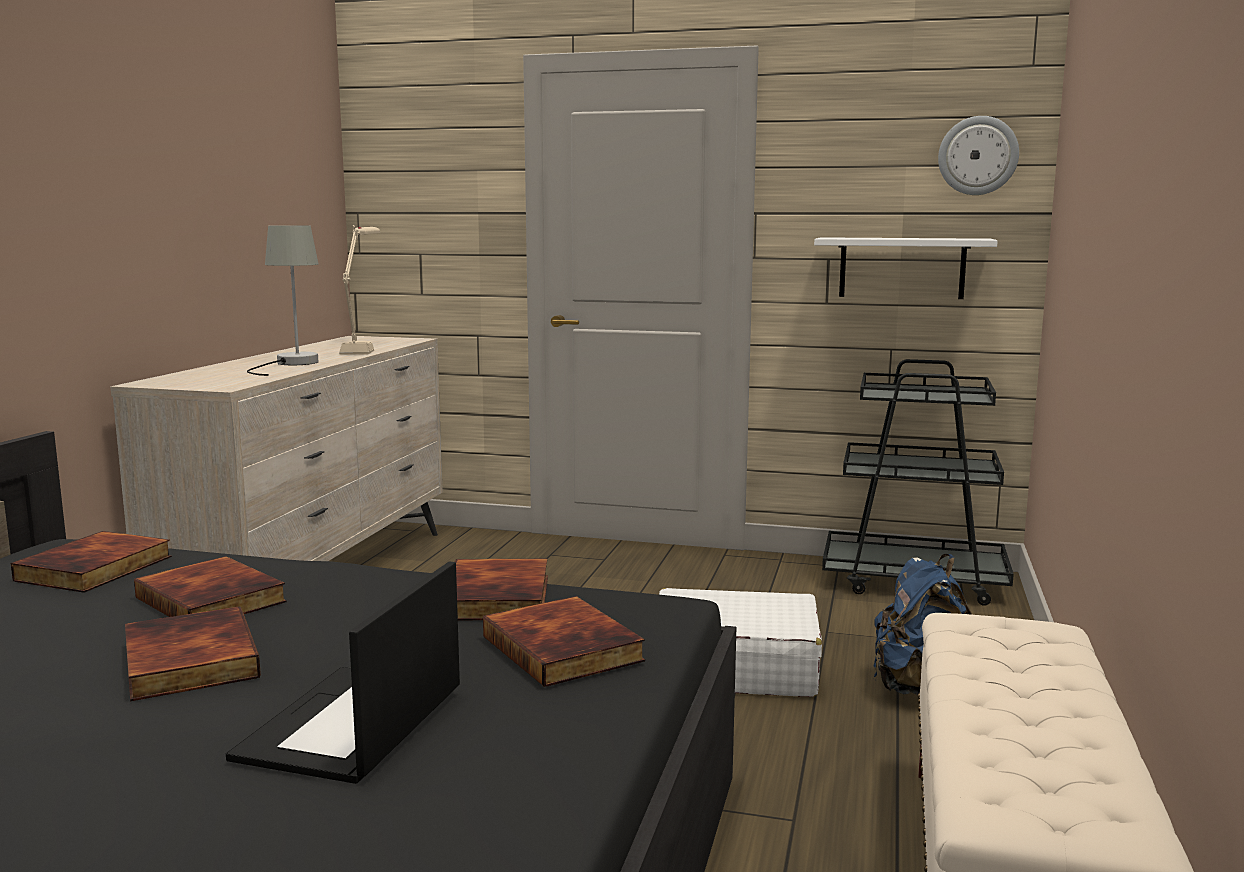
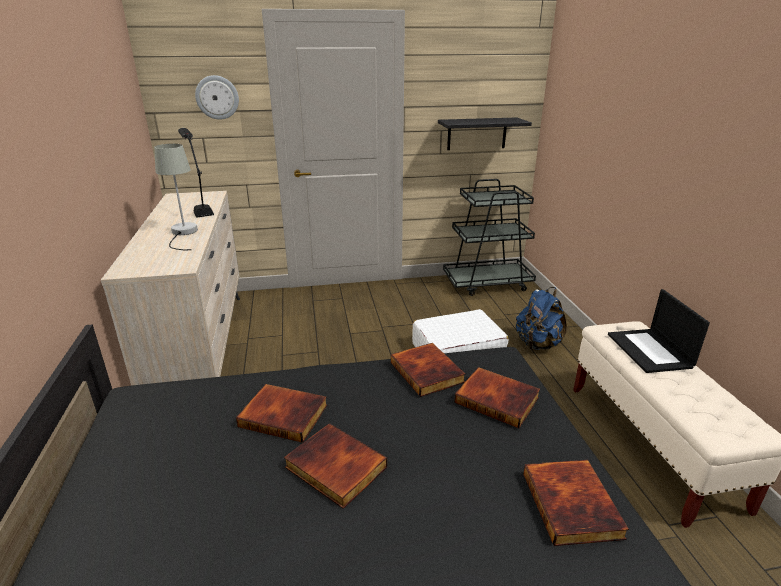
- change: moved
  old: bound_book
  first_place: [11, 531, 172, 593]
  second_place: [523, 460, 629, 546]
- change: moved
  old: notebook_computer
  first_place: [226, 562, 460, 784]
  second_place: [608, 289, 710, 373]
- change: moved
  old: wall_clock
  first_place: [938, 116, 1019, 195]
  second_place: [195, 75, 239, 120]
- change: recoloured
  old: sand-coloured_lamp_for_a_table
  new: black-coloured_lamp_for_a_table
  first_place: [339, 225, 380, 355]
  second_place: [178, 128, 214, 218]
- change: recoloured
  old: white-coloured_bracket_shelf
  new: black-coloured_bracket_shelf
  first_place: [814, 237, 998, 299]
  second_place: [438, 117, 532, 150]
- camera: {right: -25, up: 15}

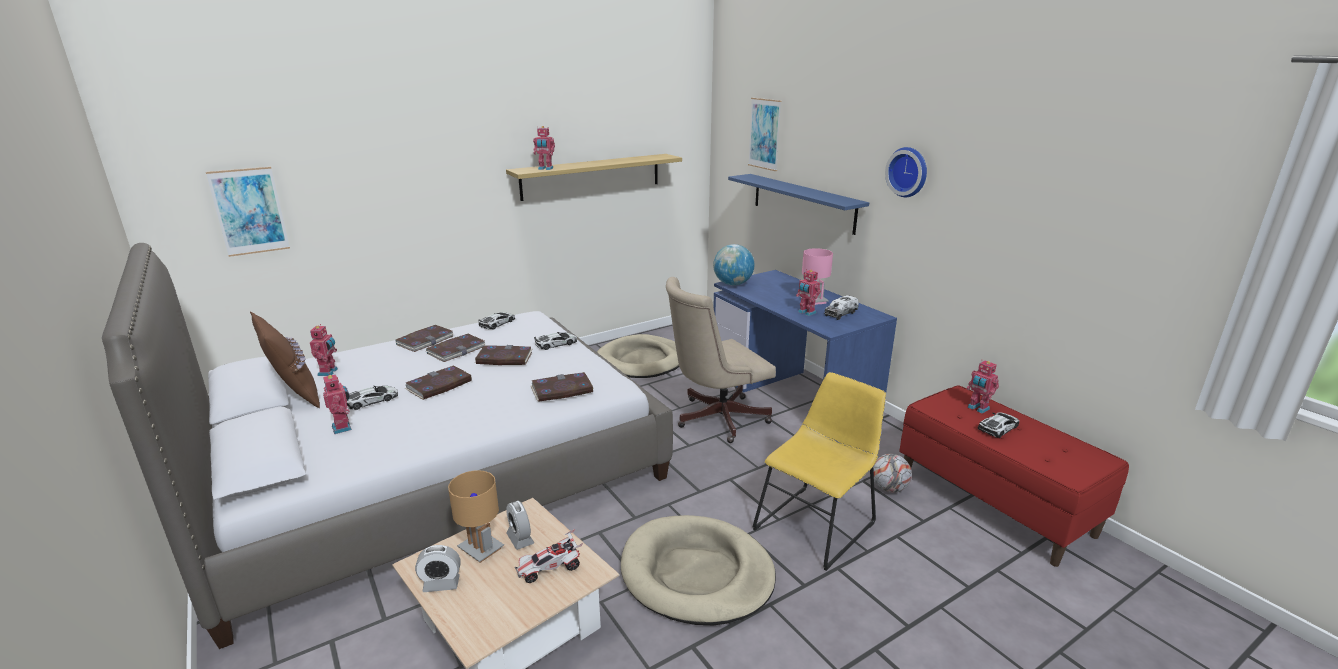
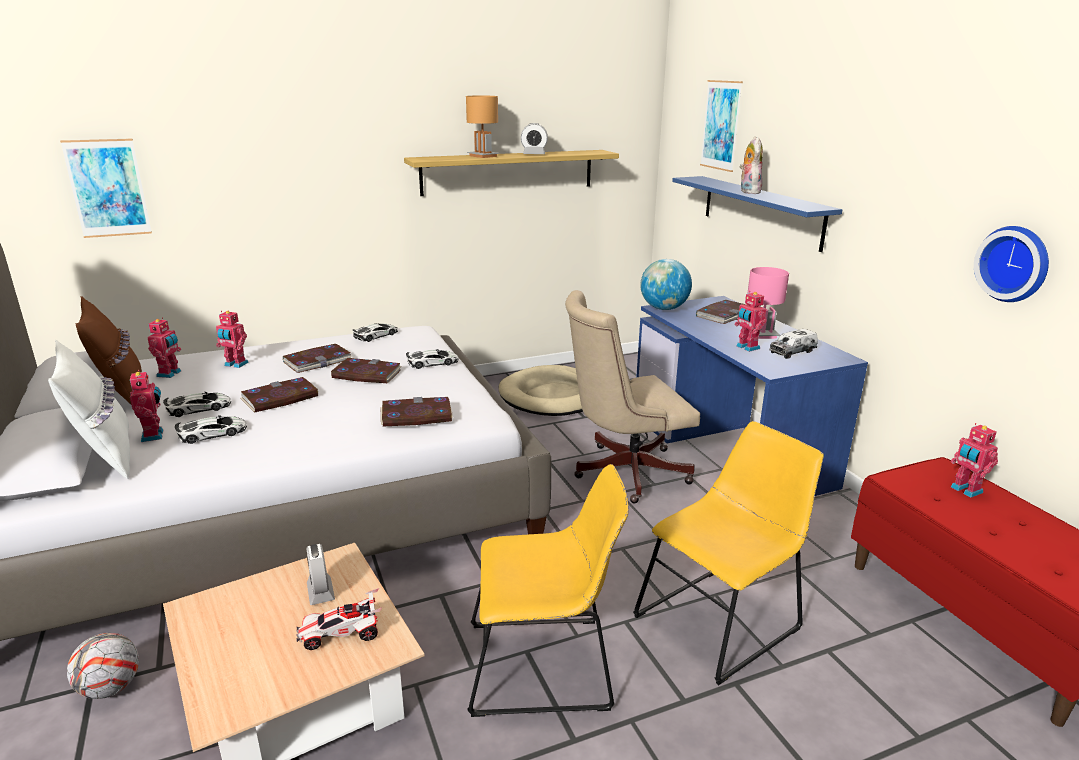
- change: added
  new: white-coloured_throw_pillow
  second_place: [48, 340, 130, 479]
- change: added
  new: cuddly_toy
  second_place: [740, 137, 763, 194]
- change: moved
  old: bound_book
  first_place: [396, 325, 453, 352]
  second_place: [696, 300, 745, 324]
- change: moved
  old: alarm_clock
  first_place: [415, 545, 461, 592]
  second_place: [521, 123, 548, 154]
- change: moved
  old: brown_lamp_for_a_table
  first_place: [448, 470, 504, 563]
  second_place: [466, 96, 499, 158]
- change: moved
  old: robot_figure
  first_place: [533, 126, 555, 170]
  second_place: [216, 311, 249, 368]
- change: moved
  old: ball_for_football
  first_place: [873, 454, 912, 493]
  second_place: [67, 633, 139, 699]
- change: moved
  old: wall_clock
  first_place: [885, 147, 927, 197]
  second_place: [974, 226, 1049, 302]
- change: moved
  old: model_car
  first_place: [978, 412, 1019, 438]
  second_place: [175, 415, 247, 444]
- change: replaced
  old: sand-coloured_dog_cushion
  new: yellow-coloured_upright_chair
  first_place: [621, 515, 776, 625]
  second_place: [467, 464, 628, 717]
- camera: {right: 10, up: 0}

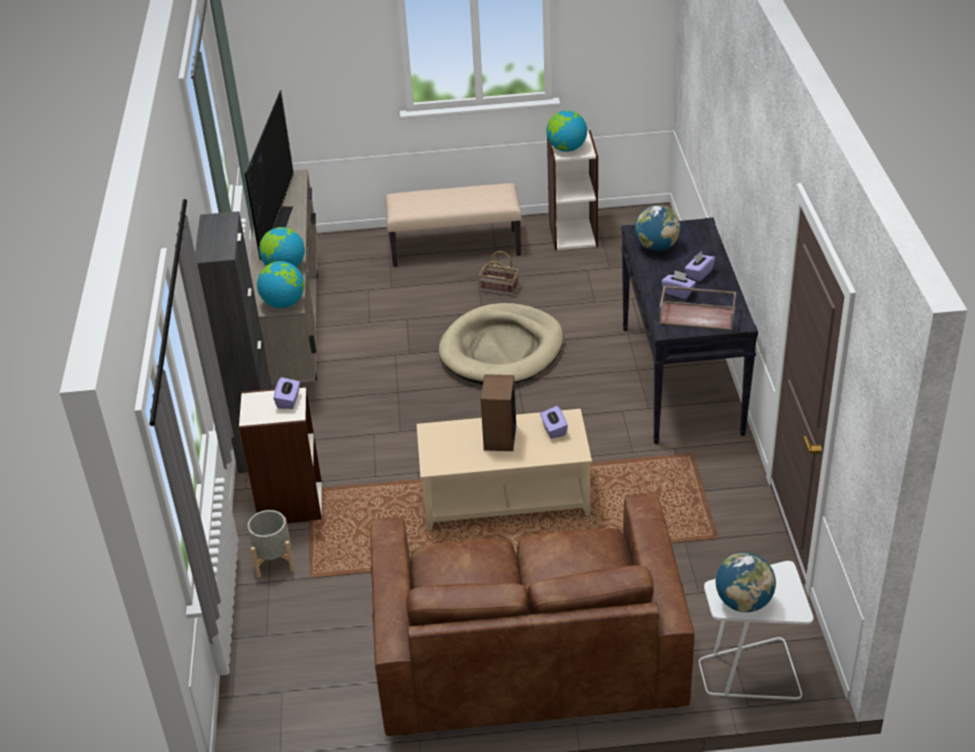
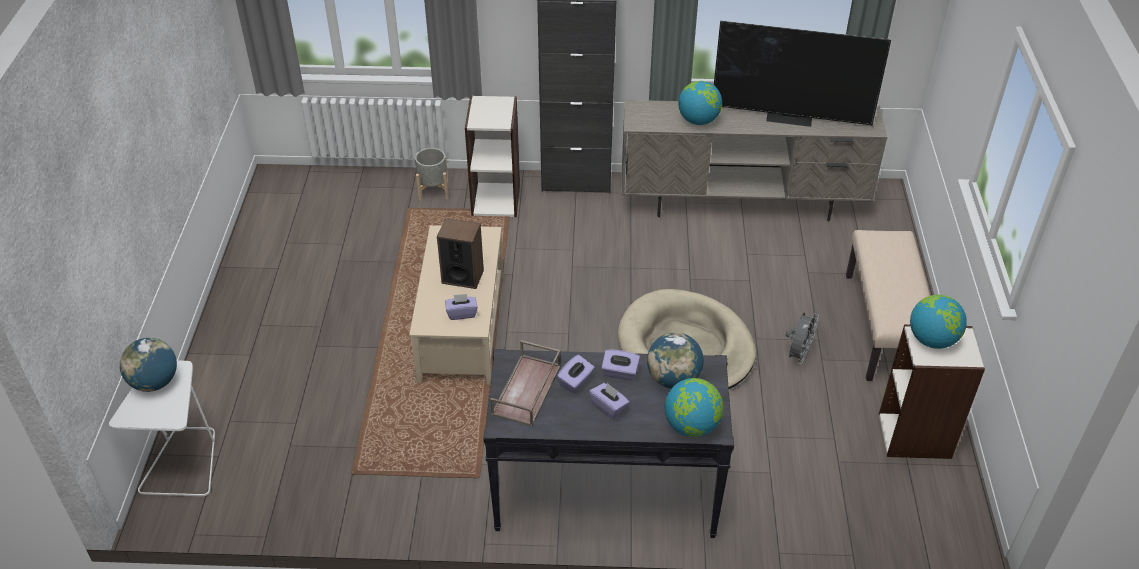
- change: removed
  old: brown_sofa
  first_place: [370, 493, 694, 736]
- change: moved
  old: world_globe
  first_place: [257, 261, 304, 308]
  second_place: [665, 378, 724, 437]
- change: moved
  old: purple-coloured_tissue_box
  first_place: [274, 377, 300, 409]
  second_place: [601, 349, 640, 380]
- change: replaced
  old: basket
  new: greyish_cooling_fan
  first_place: [479, 251, 519, 297]
  second_place: [786, 313, 819, 364]
- camera: {right: 95, up: 5}

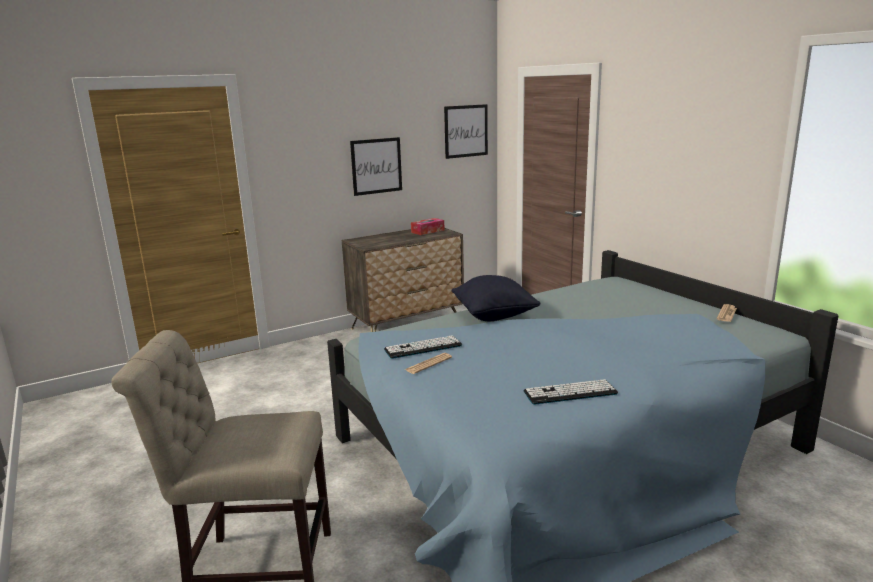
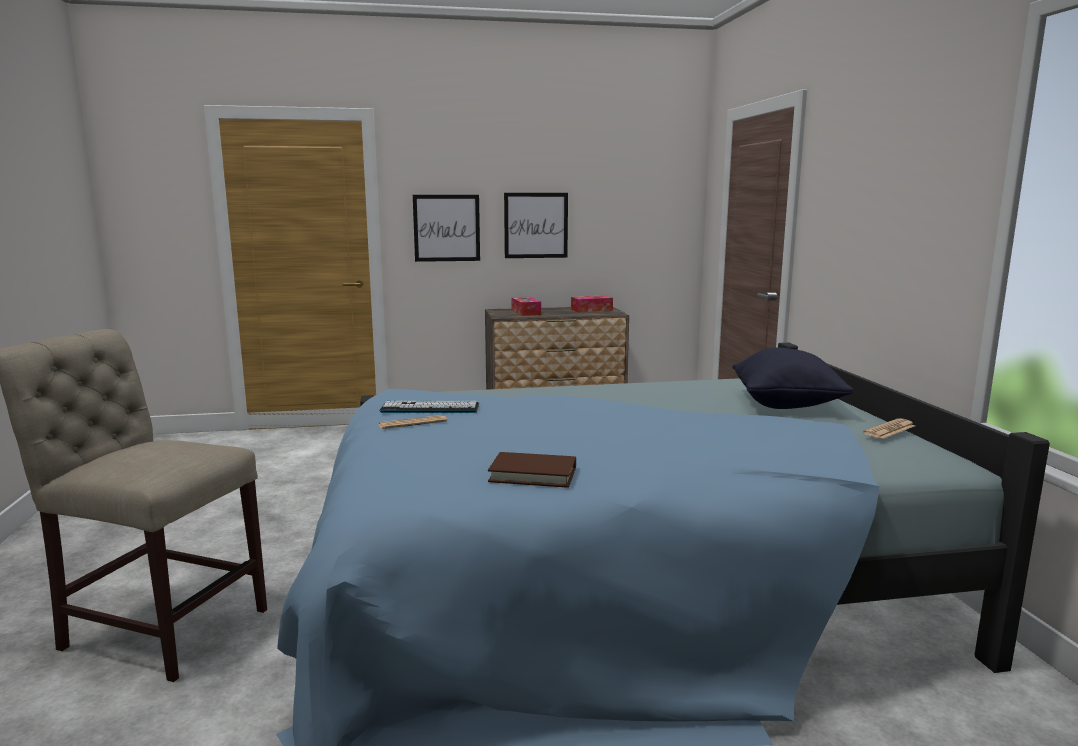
- change: added
  new: tissue_box
  second_place: [511, 297, 541, 316]
- change: moved
  old: wall_picture
  first_place: [444, 104, 488, 159]
  second_place: [413, 195, 480, 262]
- change: moved
  old: black-coloured_throw_pillow
  first_place: [451, 275, 541, 321]
  second_place: [732, 348, 854, 409]
- change: replaced
  old: computer_keyboard
  new: brown_bound_book
  first_place: [524, 379, 618, 405]
  second_place: [488, 452, 576, 488]
- camera: {right: 20, up: -5}

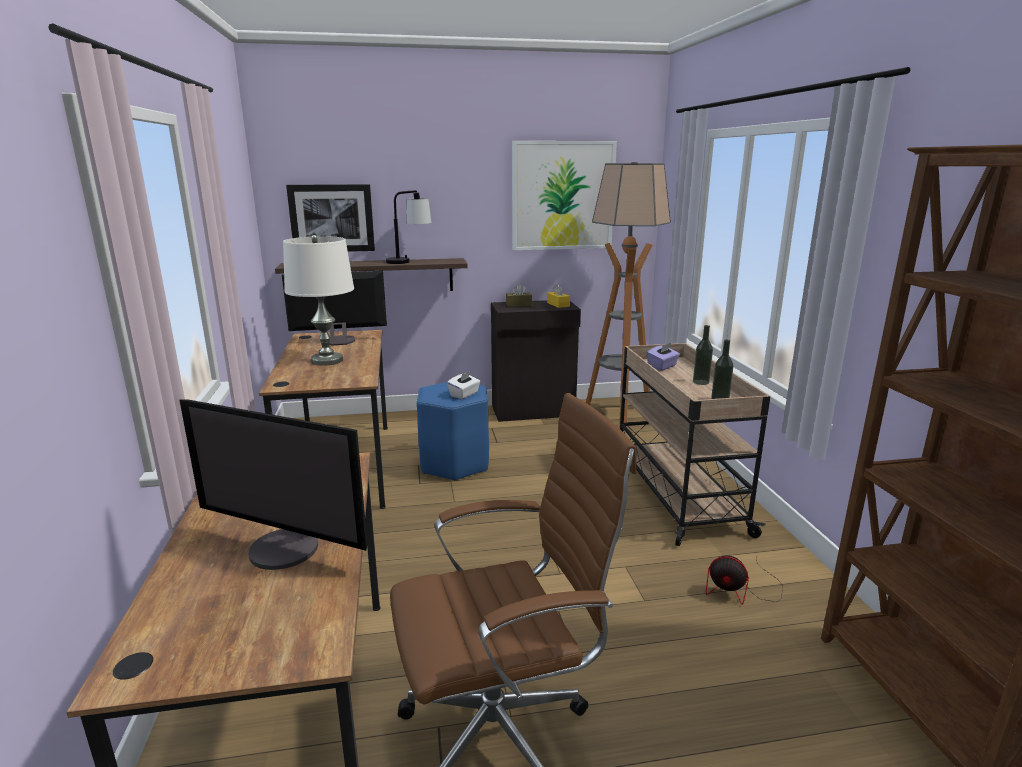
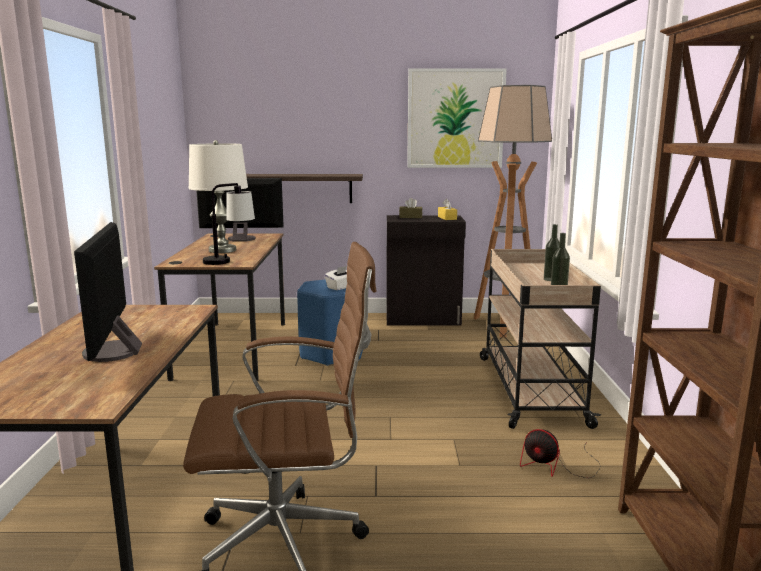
- change: removed
  old: wall_picture
  first_place: [286, 184, 375, 252]
- change: removed
  old: purple-coloured_tissue_box
  first_place: [647, 343, 680, 371]
- change: moved
  old: lamp_for_a_table
  first_place: [386, 190, 431, 264]
  second_place: [203, 183, 255, 265]
- change: turned
  old: computer_display
  first_place: [180, 400, 367, 570]
  second_place: [74, 222, 142, 362]
  degrees: 45
- camera: {right: 10, up: -5}

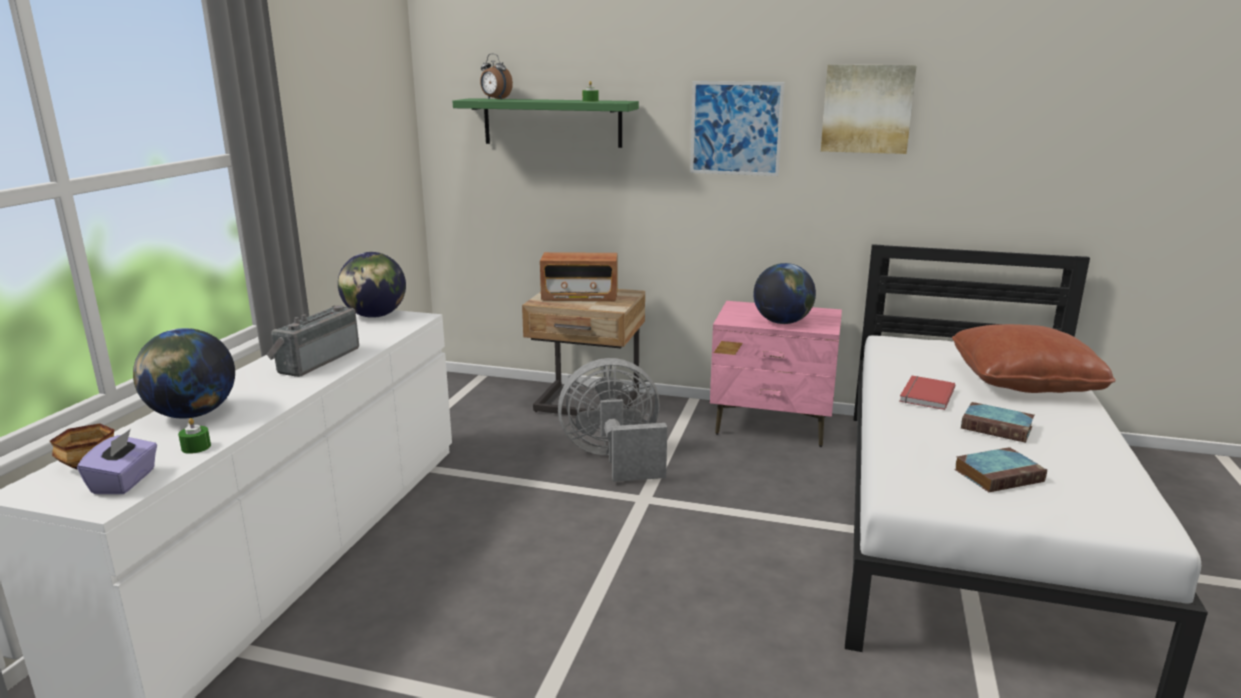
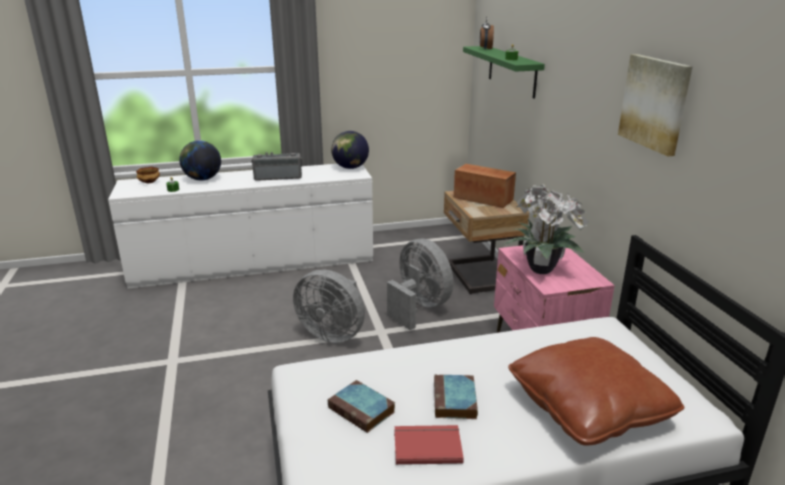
- change: removed
  old: purple-coloured_tissue_box
  first_place: [77, 429, 157, 494]
- change: removed
  old: wall_picture
  first_place: [690, 81, 784, 176]
- change: added
  new: greyish_cooling_fan
  second_place: [293, 269, 365, 343]
- change: moved
  old: red_bound_book
  first_place: [899, 376, 955, 410]
  second_place: [394, 425, 464, 465]
- change: replaced
  old: world_globe
  new: potted_plant
  first_place: [753, 263, 816, 324]
  second_place: [505, 183, 588, 274]
- change: turned
  old: radio_set
  first_place: [540, 252, 617, 301]
  second_place: [454, 164, 516, 208]
  degrees: 150
- camera: {right: 60, up: 5}

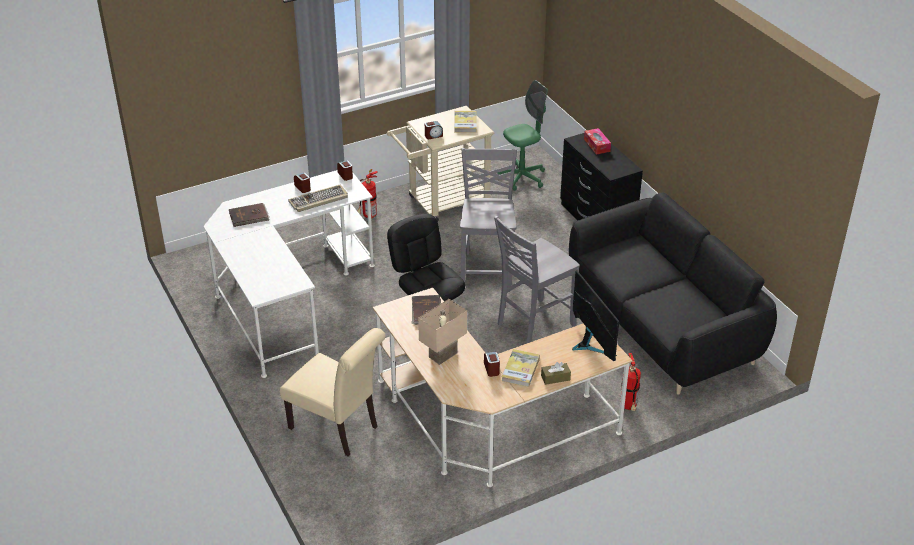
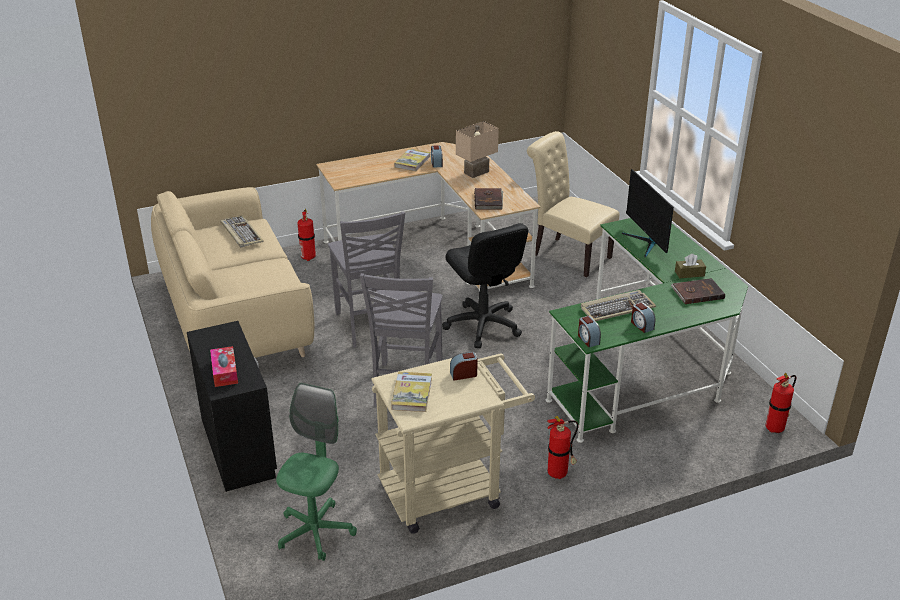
- change: added
  new: computer_keyboard
  second_place: [220, 215, 264, 248]
- change: added
  new: fire_extinguisher
  second_place: [765, 373, 796, 433]
- change: moved
  old: brown_tissue_box
  first_place: [541, 362, 571, 385]
  second_place: [675, 254, 706, 279]
- change: moved
  old: computer_display
  first_place: [572, 270, 619, 361]
  second_place: [621, 169, 674, 257]
- change: recoloured
  old: white-coloured_desk_unit
  new: green_desk_unit
  first_place: [203, 170, 375, 378]
  second_place: [546, 218, 748, 443]
- change: recoloured
  old: black-coloured_sofa
  new: sand-coloured_sofa
  first_place: [569, 193, 777, 395]
  second_place: [151, 187, 314, 358]
- change: turned
  old: greyish_upright_chair
  first_place: [494, 216, 580, 344]
  second_place: [328, 211, 405, 348]
  degrees: 105
- change: turned
  old: green_computer_chair
  first_place: [497, 80, 548, 191]
  second_place: [276, 383, 357, 561]
  degrees: 135
- camera: {right: -175, up: -5}

